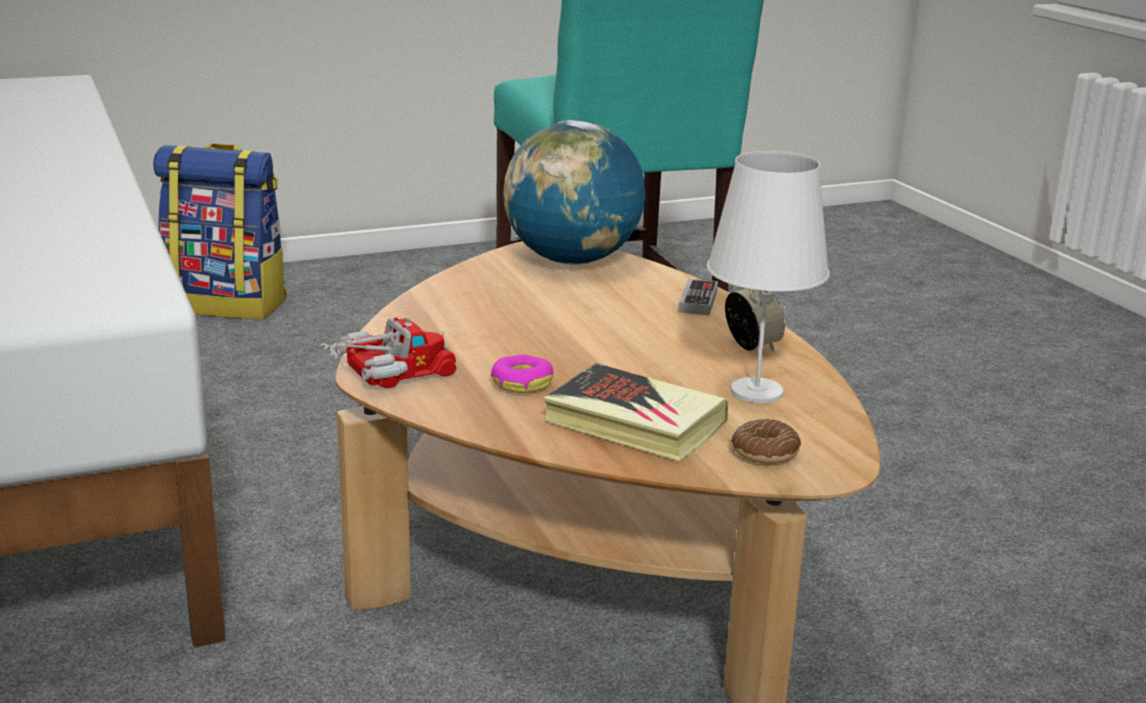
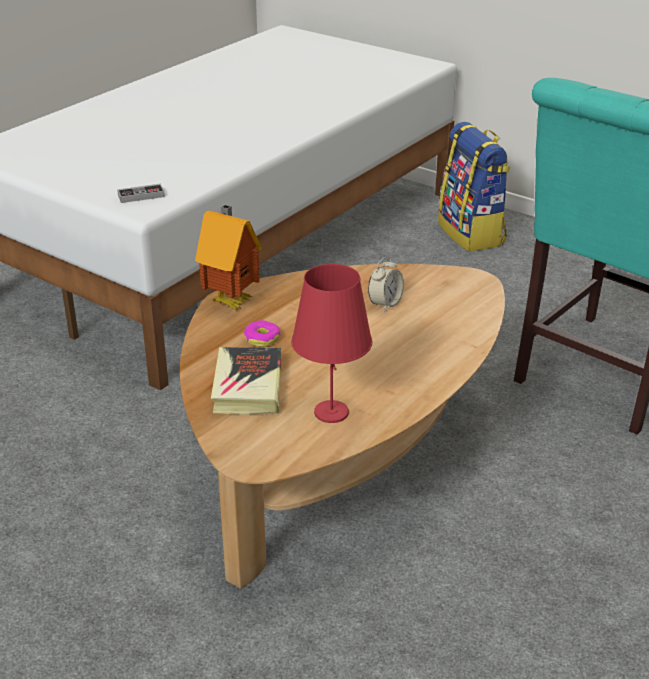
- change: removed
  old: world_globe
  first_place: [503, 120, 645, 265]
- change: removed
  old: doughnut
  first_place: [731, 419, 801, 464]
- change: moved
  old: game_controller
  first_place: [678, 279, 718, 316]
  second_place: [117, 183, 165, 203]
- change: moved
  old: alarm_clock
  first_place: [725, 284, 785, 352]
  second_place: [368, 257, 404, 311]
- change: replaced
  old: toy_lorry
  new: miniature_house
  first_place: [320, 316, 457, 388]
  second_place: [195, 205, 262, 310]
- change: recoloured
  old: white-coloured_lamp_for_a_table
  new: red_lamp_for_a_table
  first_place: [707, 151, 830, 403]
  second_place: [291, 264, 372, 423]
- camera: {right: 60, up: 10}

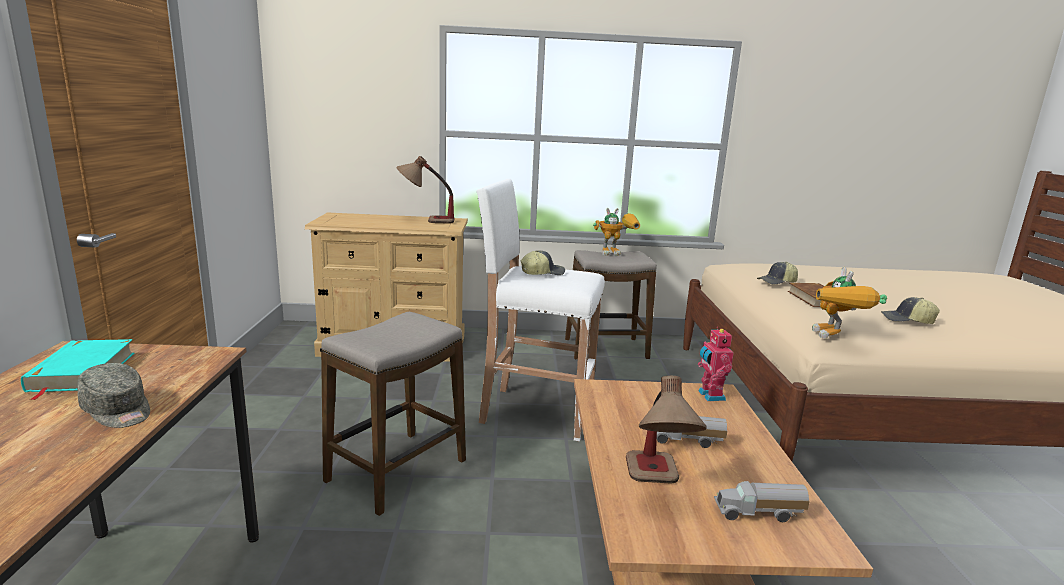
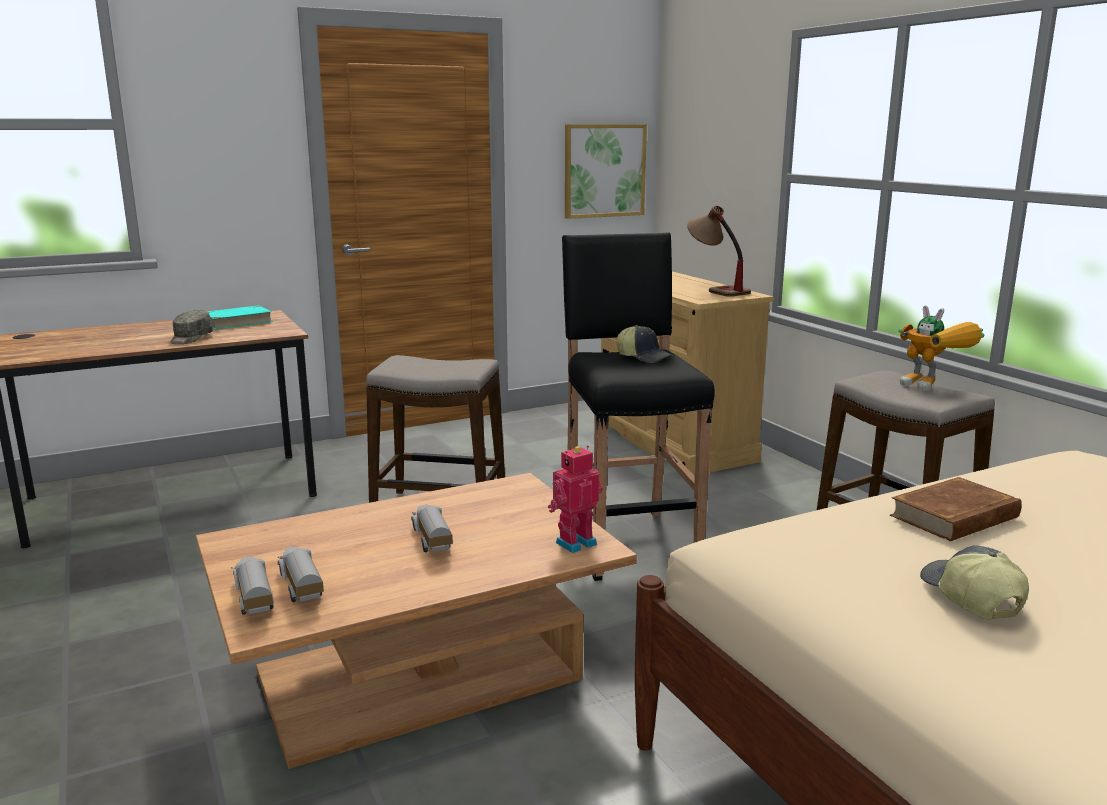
- change: removed
  old: lamp_for_a_table
  first_place: [626, 376, 707, 484]
- change: removed
  old: baseball_cap
  first_place: [757, 262, 798, 285]
- change: removed
  old: robot_figure
  first_place: [812, 267, 887, 338]
- change: added
  new: toy_lorry
  second_place: [231, 557, 274, 615]
- change: added
  new: wall_picture
  second_place: [565, 124, 647, 219]
- change: recoloured
  old: white-coloured_sitting_stool
  new: black-coloured_sitting_stool
  first_place: [477, 179, 605, 442]
  second_place: [562, 232, 715, 581]
- camera: {right: 65, up: 0}

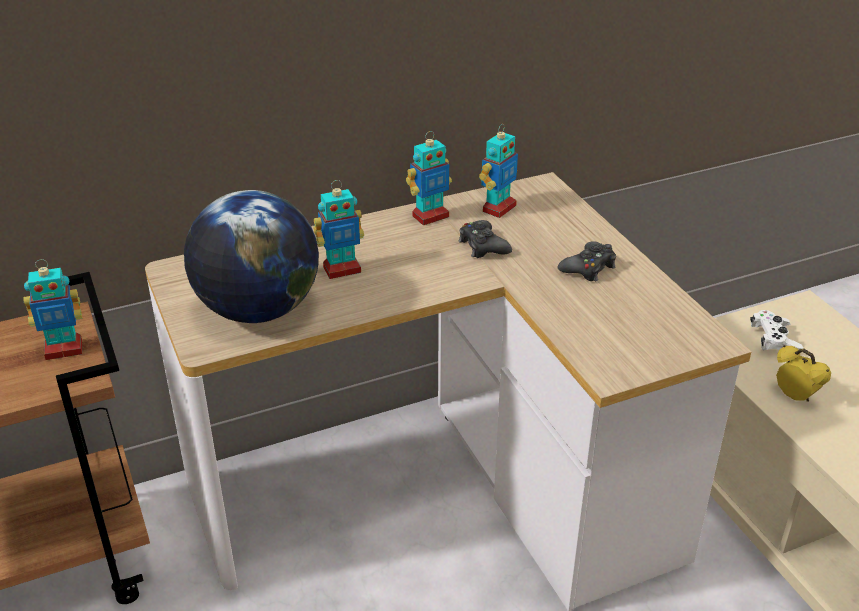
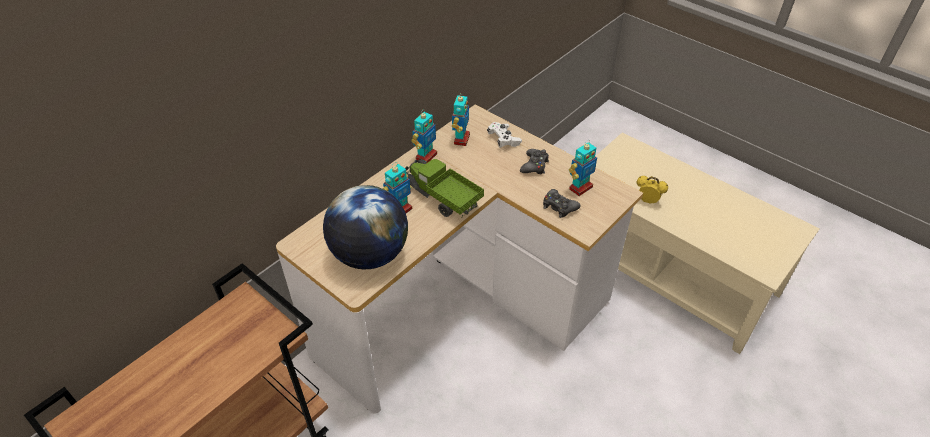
- change: added
  new: toy_lorry
  second_place: [405, 159, 484, 218]
- change: moved
  old: robot_figure
  first_place: [23, 259, 82, 360]
  second_place: [569, 140, 597, 196]
- change: moved
  old: black-coloured_game_controller
  first_place: [459, 220, 512, 258]
  second_place: [543, 189, 581, 218]
- change: moved
  old: white-coloured_game_controller
  first_place: [750, 310, 803, 350]
  second_place: [487, 122, 522, 148]
- camera: {right: -25, up: 10}

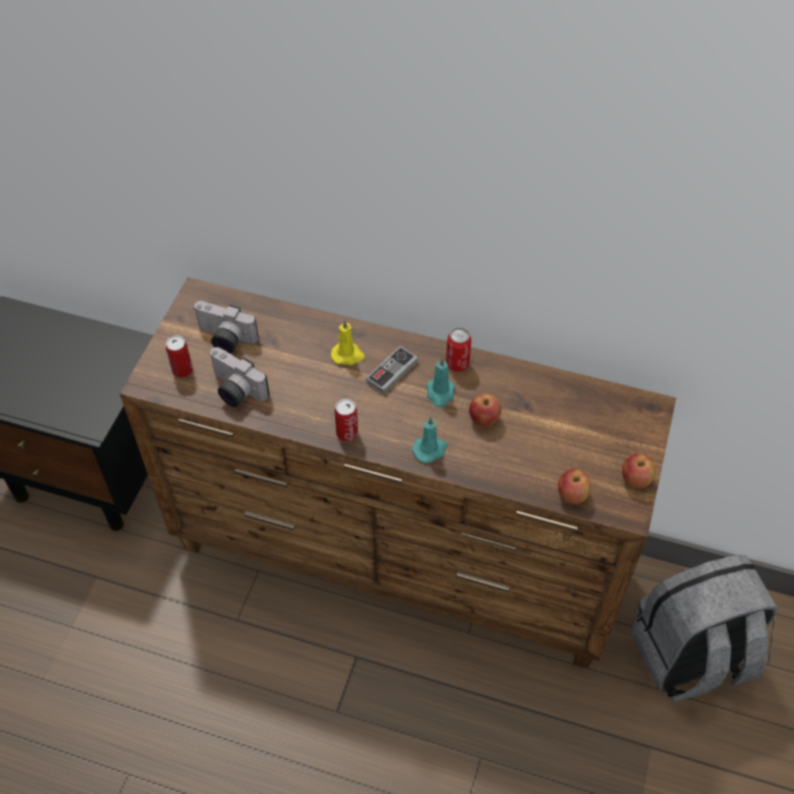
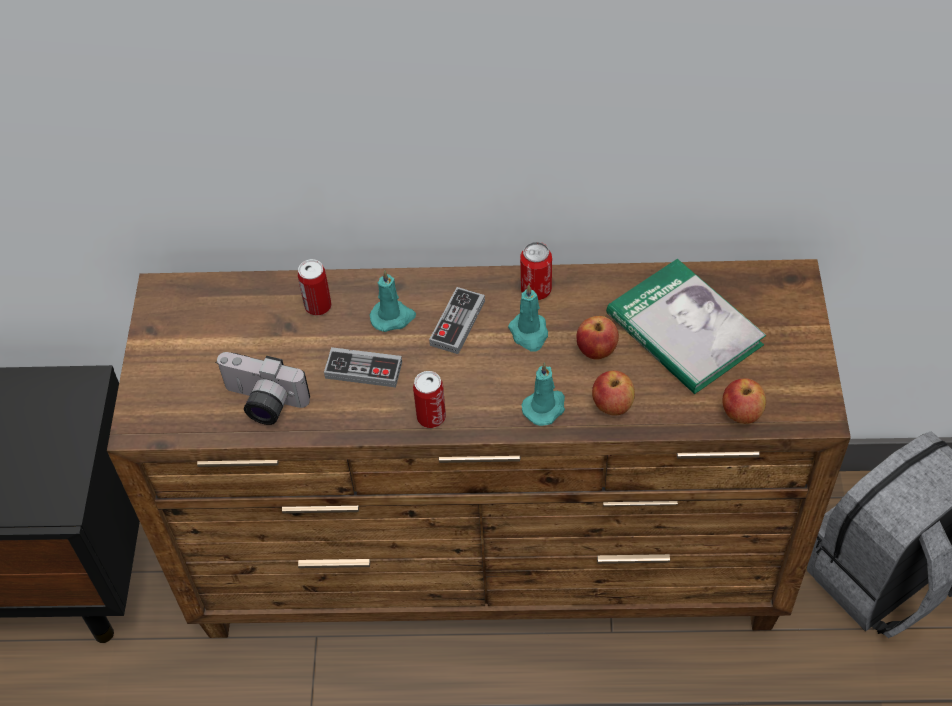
- change: removed
  old: still_camera
  first_place: [193, 301, 258, 353]
- change: added
  new: game_controller
  second_place: [324, 347, 402, 387]
- change: added
  new: bound_book
  second_place: [606, 259, 766, 394]
- change: moved
  old: sealed_can
  first_place: [166, 335, 193, 378]
  second_place: [298, 259, 332, 315]
- change: moved
  old: apple_fruit
  first_place: [622, 454, 655, 489]
  second_place: [592, 371, 635, 416]
- change: recoloured
  old: yellow-coloured_wax_candle
  new: blue-green_wax_candle
  first_place: [331, 319, 365, 365]
  second_place: [370, 270, 416, 332]
- camera: {right: -15, up: 0}

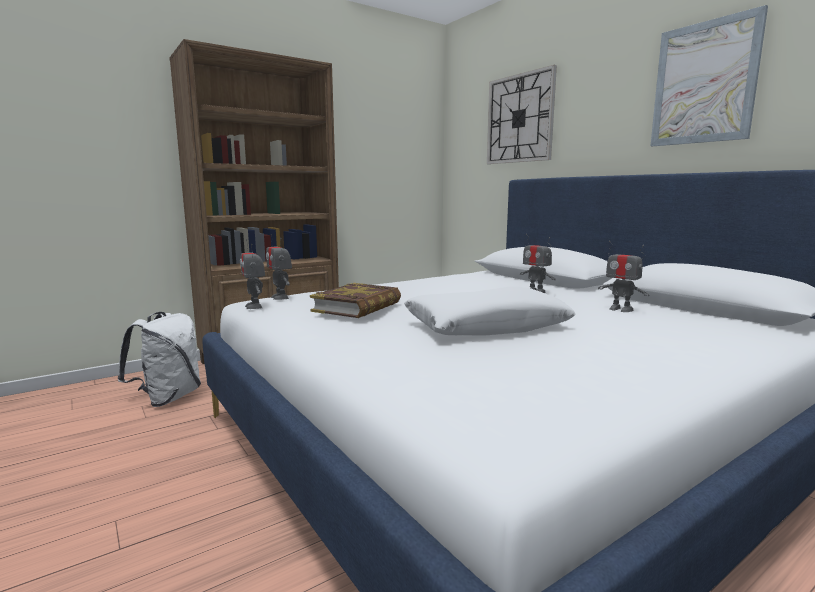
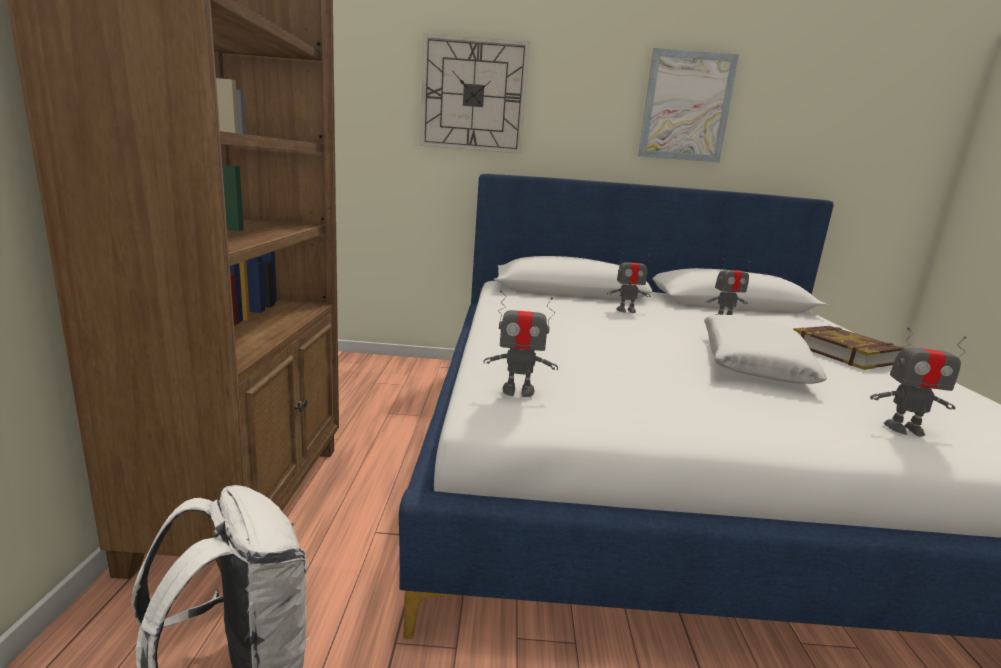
- change: moved
  old: robot_figure
  first_place: [240, 239, 265, 309]
  second_place: [870, 327, 967, 436]
- change: moved
  old: bound_book
  first_place: [310, 283, 401, 318]
  second_place: [793, 326, 904, 370]
- camera: {right: -55, up: 5}

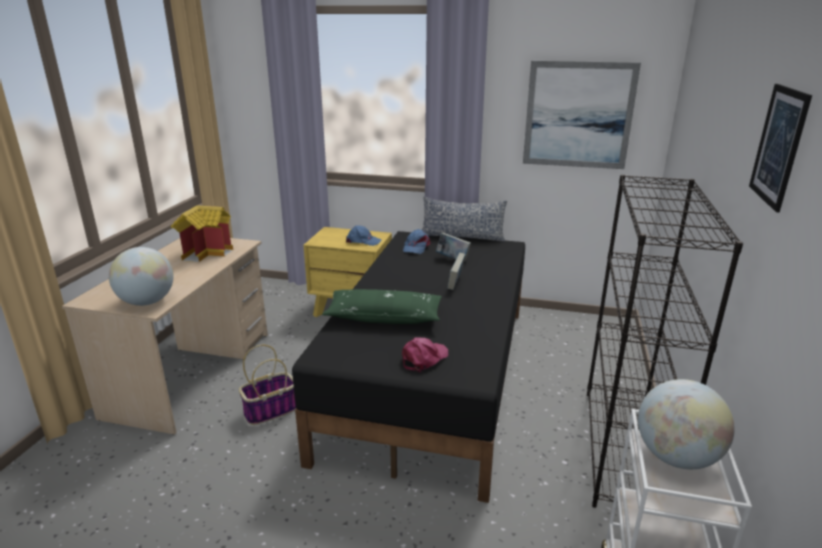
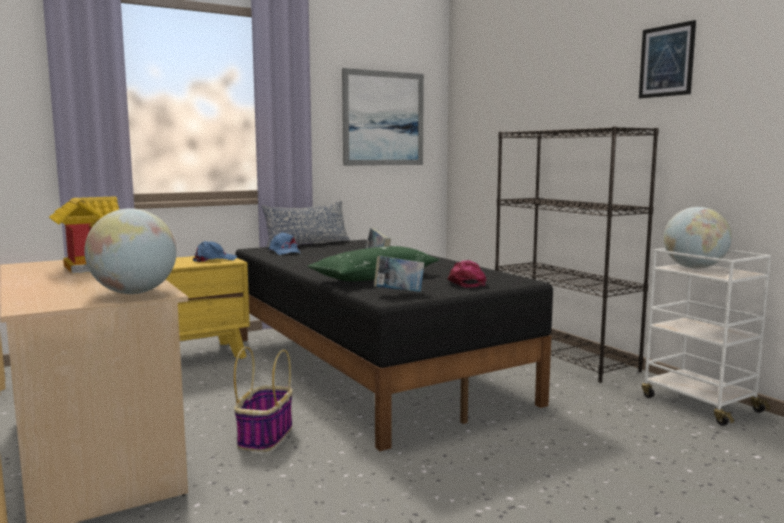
- change: moved
  old: bound_book
  first_place: [436, 233, 471, 262]
  second_place: [374, 256, 425, 292]
- camera: {right: -45, up: -15}

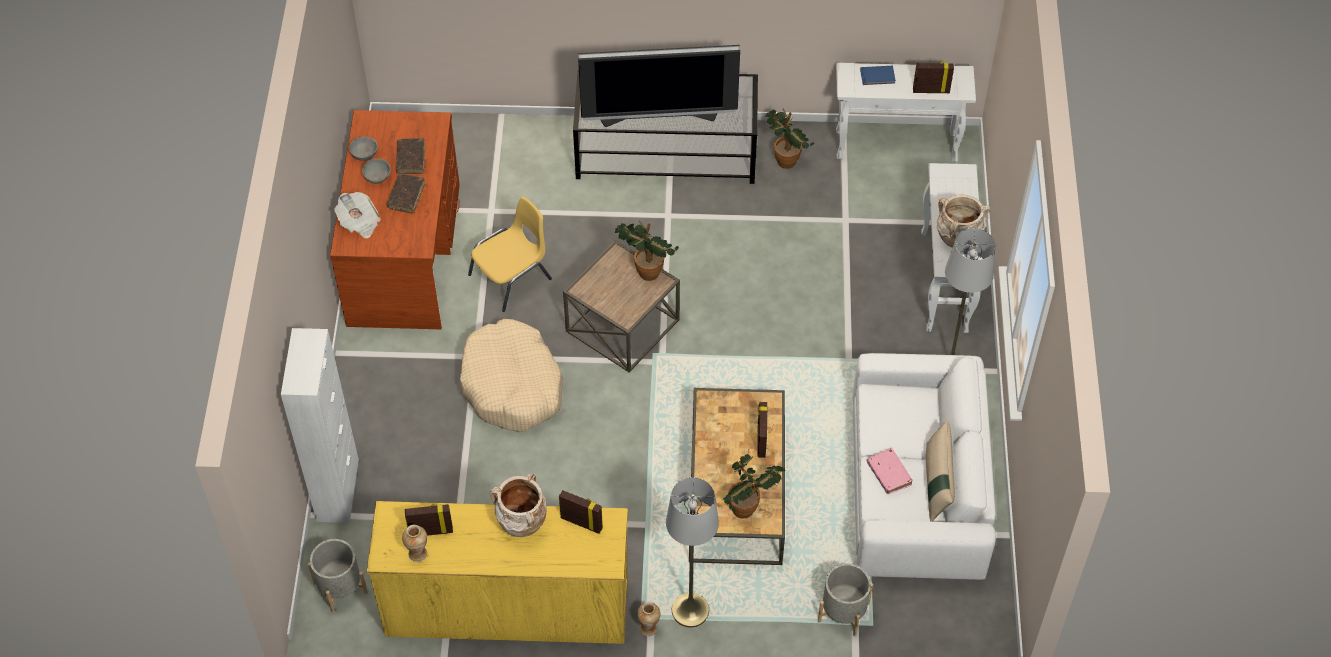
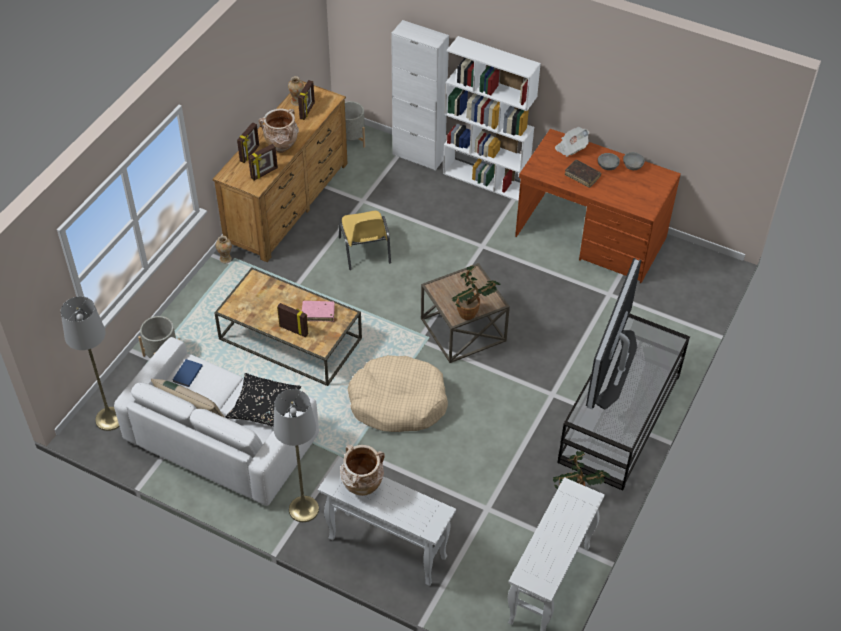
- change: removed
  old: brown_bound_book
  first_place: [396, 138, 425, 174]
- change: removed
  old: potted_plant
  first_place: [723, 454, 786, 519]
- change: added
  new: black-coloured_throw_pillow
  second_place: [225, 373, 301, 427]
- change: added
  new: white-coloured_bookshelf
  second_place: [443, 36, 541, 202]
- change: moved
  old: sand-coloured_dog_cushion
  first_place: [460, 319, 563, 432]
  second_place: [348, 355, 448, 432]
- change: moved
  old: yellow-coloured_upright_chair
  first_place: [468, 197, 552, 312]
  second_place: [339, 211, 391, 270]
- change: moved
  old: greyish_standing_lamp
  first_place: [666, 477, 719, 627]
  second_place: [61, 296, 120, 431]
- change: moved
  old: blue-coloured_bound_book
  first_place: [860, 66, 896, 85]
  second_place: [173, 359, 203, 387]
- change: moved
  old: pinkish_bound_book
  first_place: [867, 448, 912, 494]
  second_place: [302, 301, 335, 322]
- change: moved
  old: standing_frame
  first_place: [913, 62, 954, 93]
  second_place: [237, 122, 259, 163]
- change: recoloured
  old: yellow-coloured_dresser
  new: brown_dresser
  first_place: [366, 501, 628, 644]
  second_place: [212, 81, 348, 262]
- camera: {right: 115, up: -5}

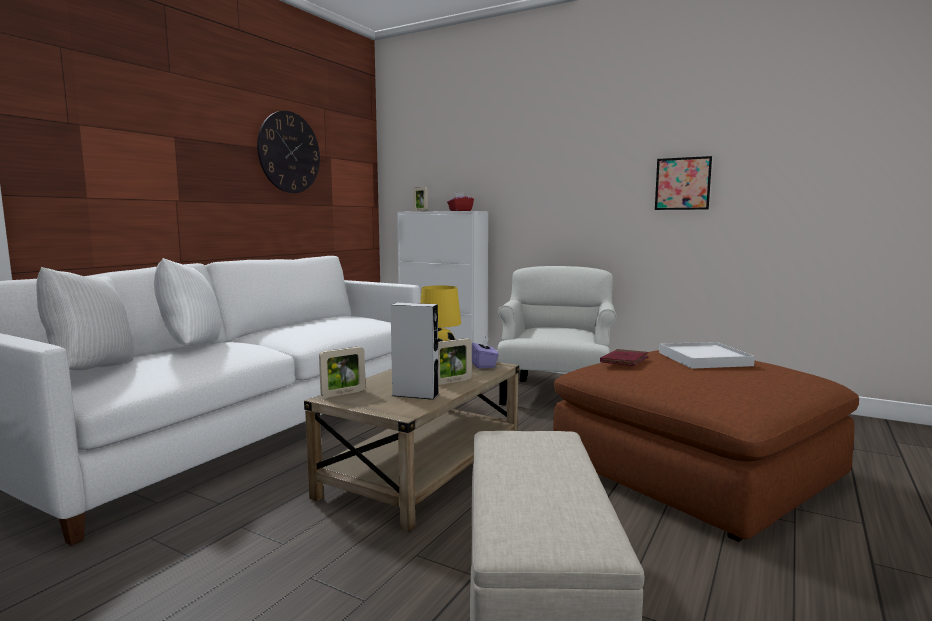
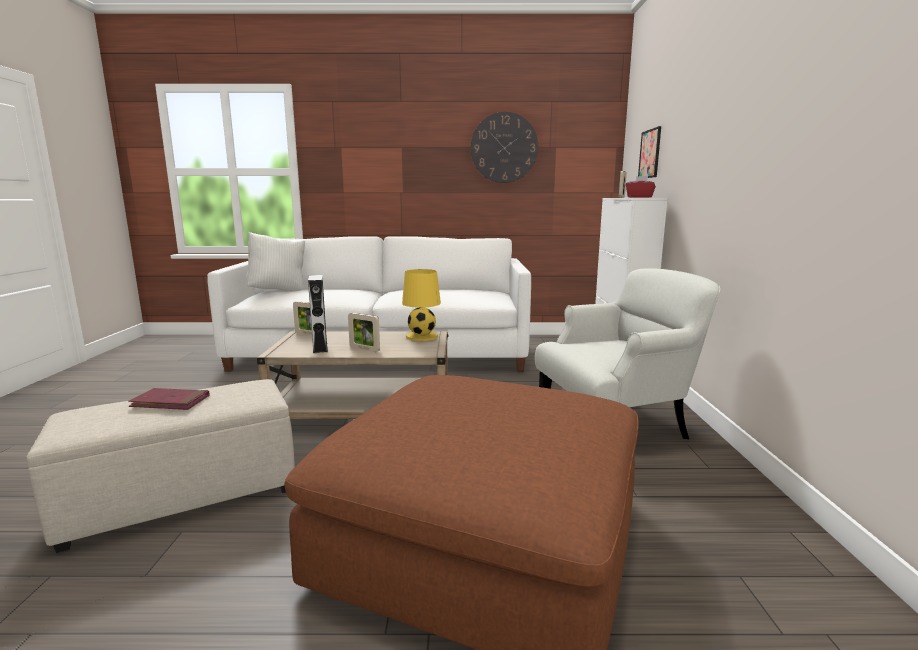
- change: removed
  old: white-coloured_throw_pillow
  first_place: [154, 258, 221, 346]
- change: removed
  old: purple-coloured_tissue_box
  first_place: [472, 336, 499, 368]
- change: removed
  old: white-coloured_carrying_tray
  first_place: [659, 342, 755, 369]
- change: moved
  old: red_bound_book
  first_place: [600, 349, 648, 366]
  second_place: [128, 388, 209, 410]
- change: moved
  old: wall_picture
  first_place: [655, 156, 712, 210]
  second_place: [638, 126, 661, 178]
- camera: {right: 60, up: 5}

